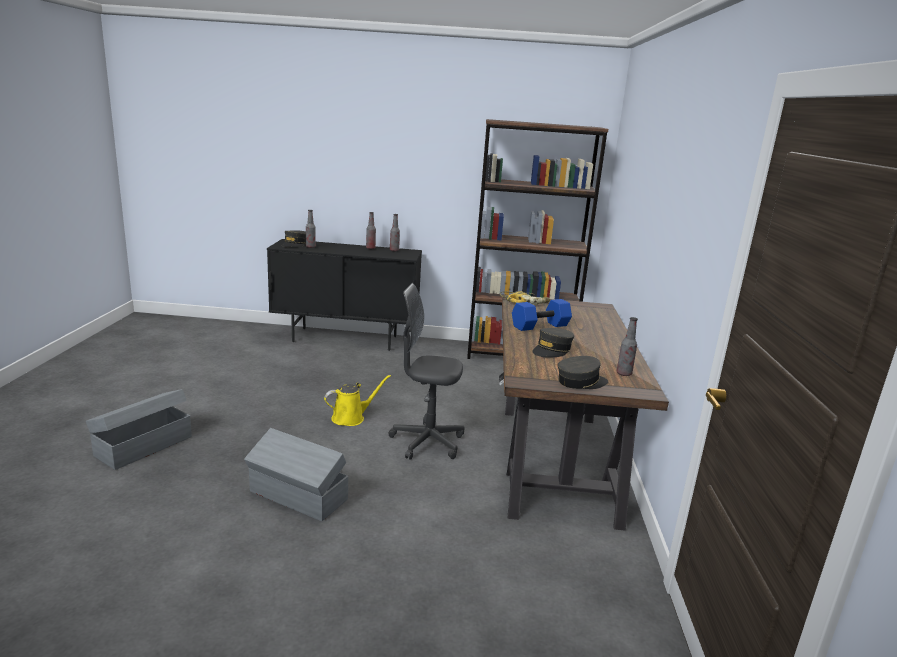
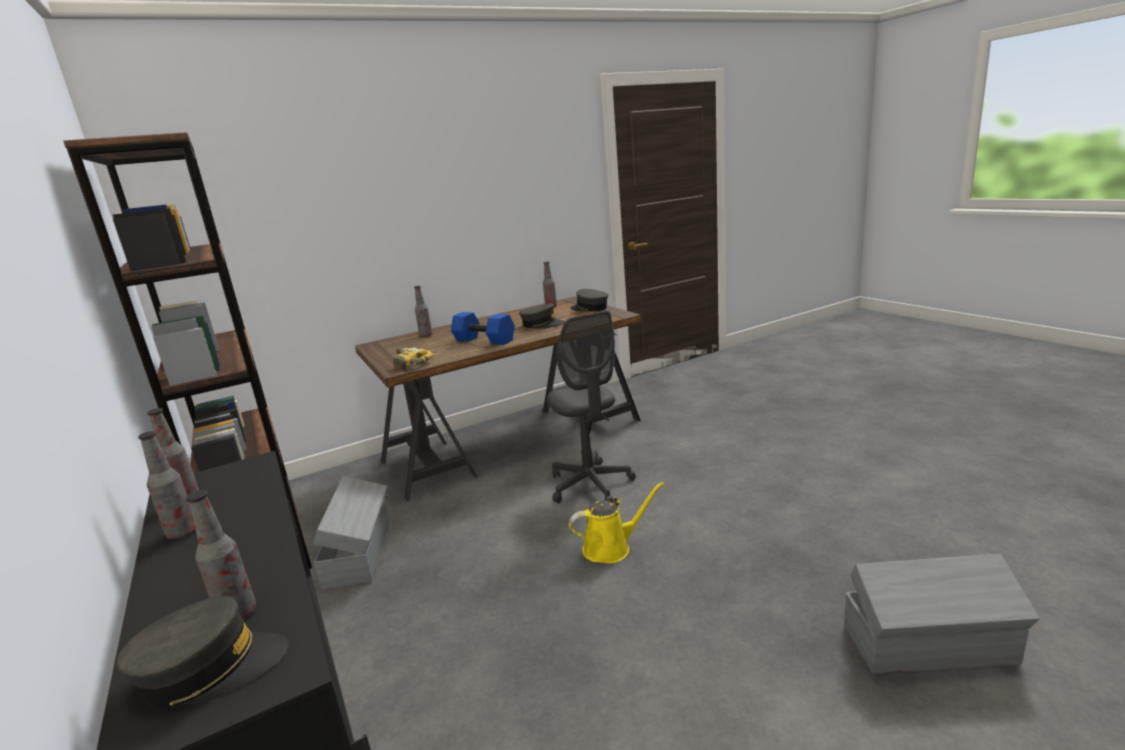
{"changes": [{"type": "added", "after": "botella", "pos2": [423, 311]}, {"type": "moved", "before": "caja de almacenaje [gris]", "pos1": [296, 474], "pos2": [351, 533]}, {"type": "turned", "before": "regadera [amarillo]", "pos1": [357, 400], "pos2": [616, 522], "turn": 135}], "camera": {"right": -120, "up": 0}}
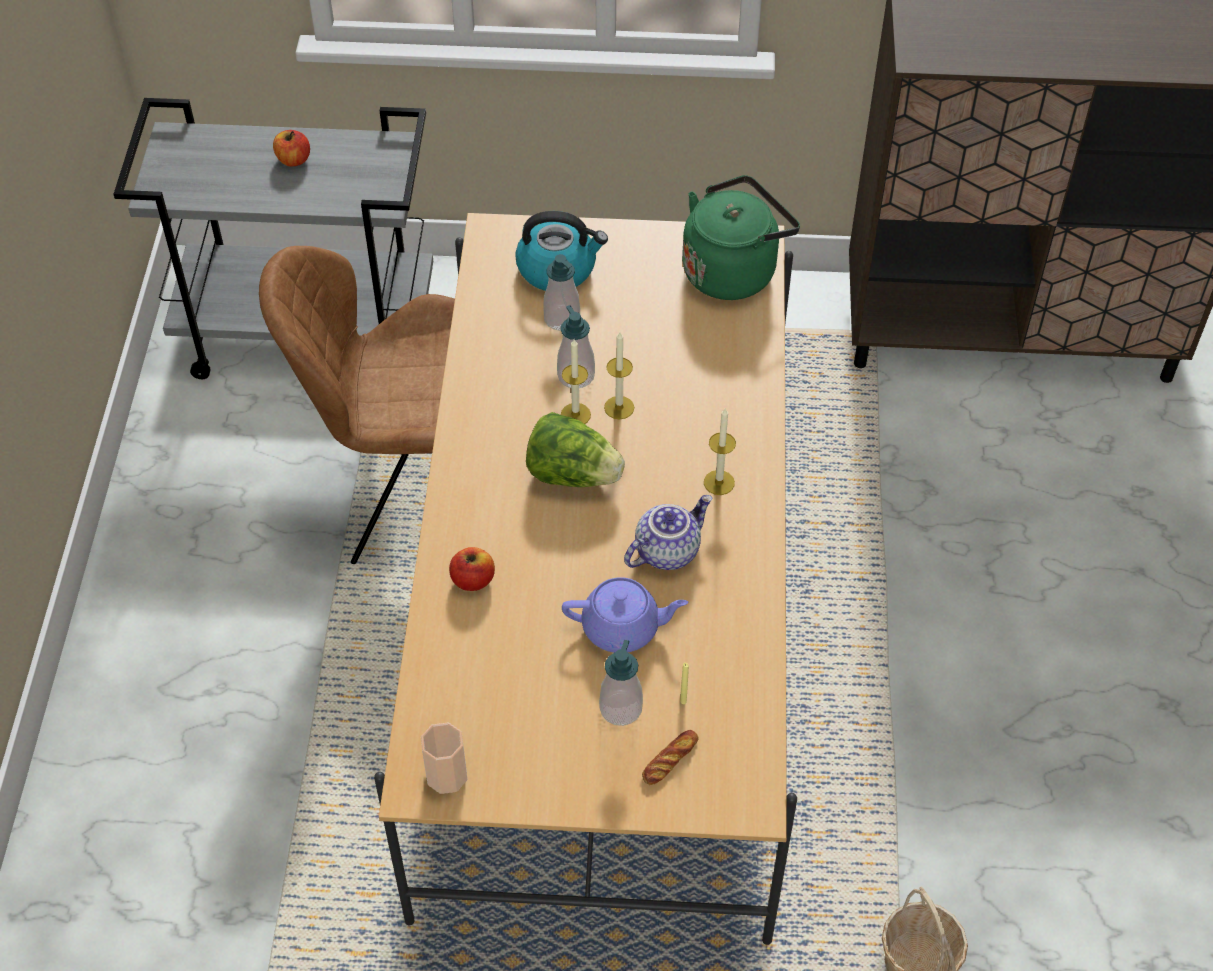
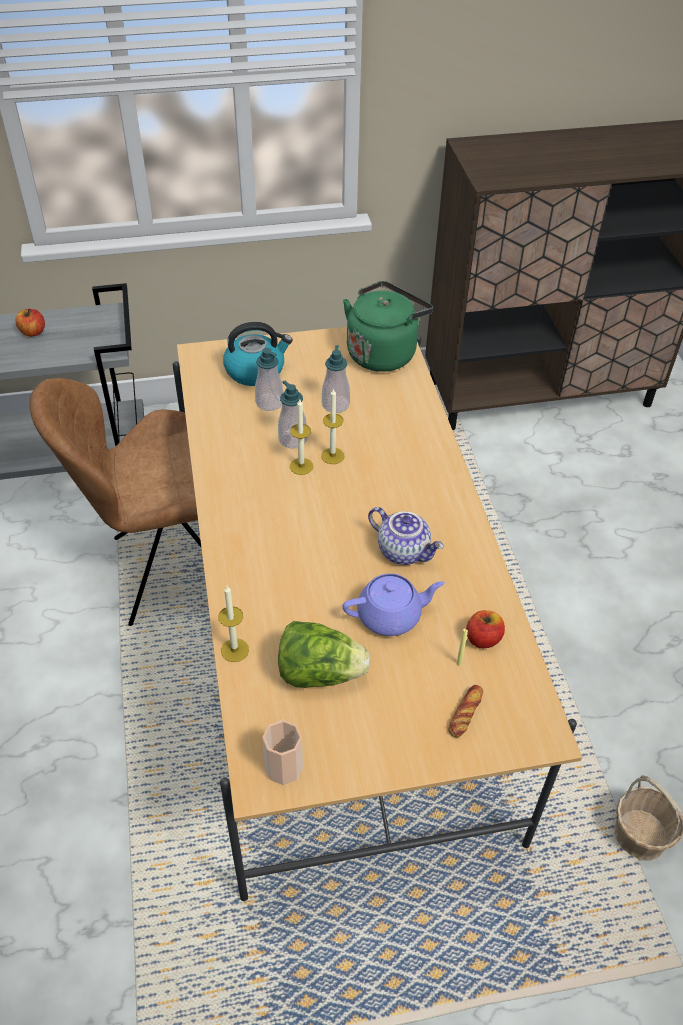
{"changes": [{"type": "moved", "before": "manzana", "pos1": [472, 569], "pos2": [485, 629]}, {"type": "moved", "before": "lechuga", "pos1": [575, 449], "pos2": [324, 654]}, {"type": "moved", "before": "dispensador de jabón", "pos1": [621, 683], "pos2": [336, 379]}, {"type": "moved", "before": "vela", "pos1": [720, 451], "pos2": [233, 624]}, {"type": "turned", "before": "tetera", "pos1": [668, 532], "pos2": [406, 536], "turn": 90}], "camera": {"right": -15, "up": -5}}
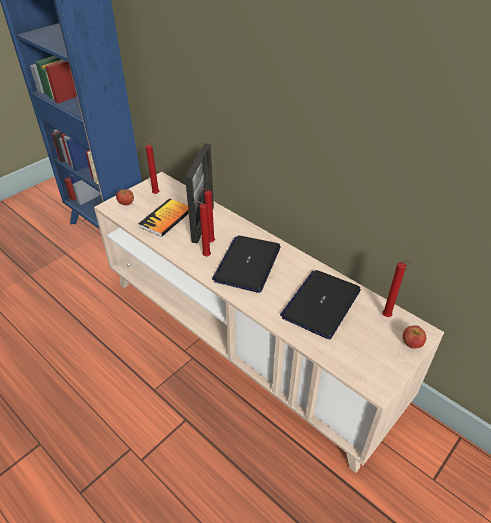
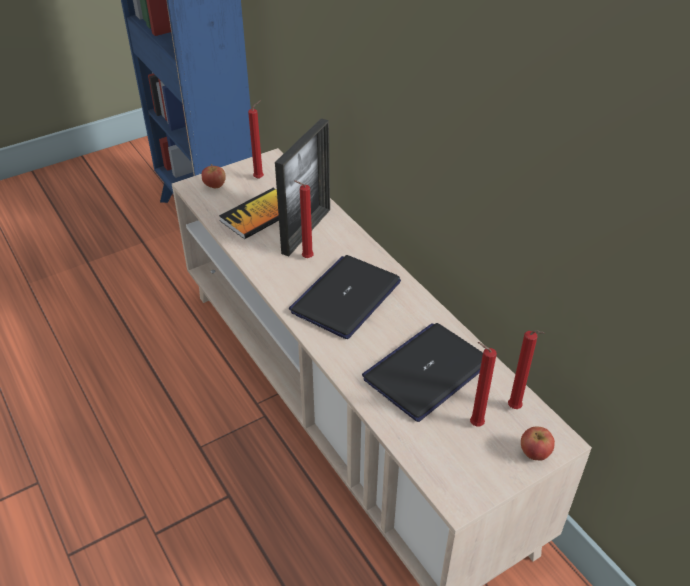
{"changes": [{"type": "moved", "before": "vela [rojo]", "pos1": [203, 228], "pos2": [483, 384]}], "camera": {"right": 15, "up": 0}}
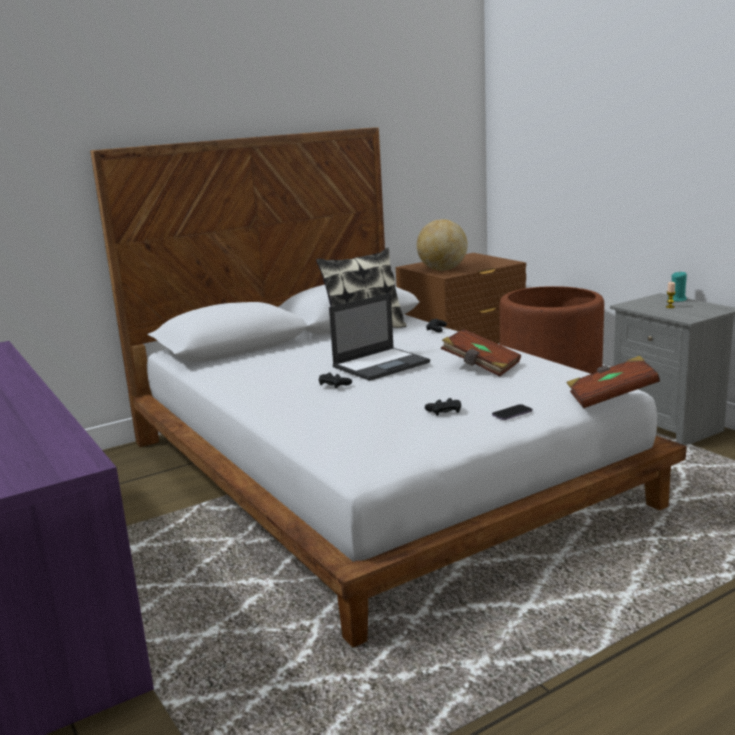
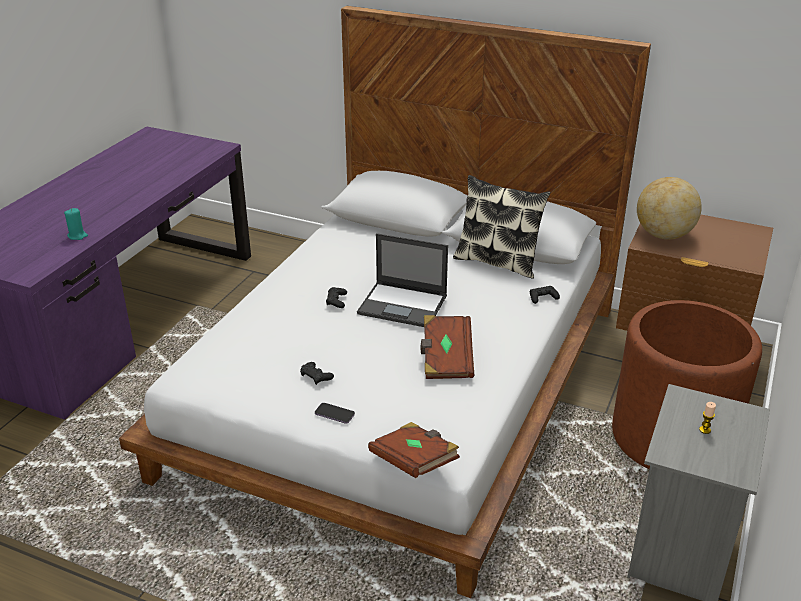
{"changes": [{"type": "moved", "before": "vela [turquesa]", "pos1": [677, 286], "pos2": [76, 224]}], "camera": {"right": 55, "up": 15}}
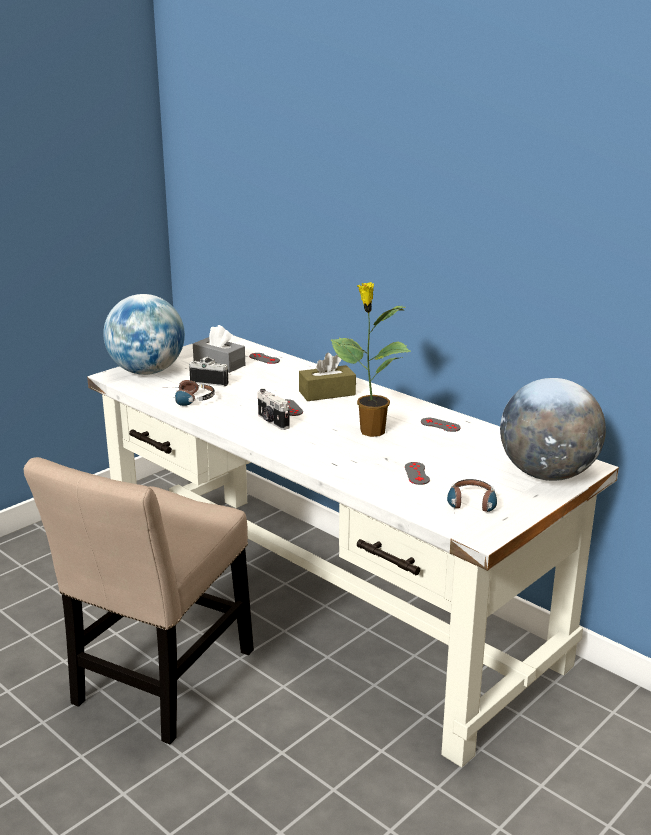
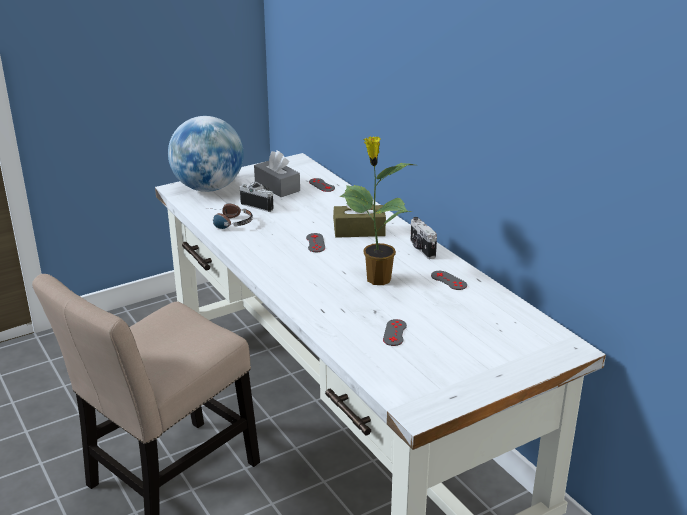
{"changes": [{"type": "removed", "before": "auriculares", "pos1": [472, 495]}, {"type": "removed", "before": "globo terráqueo", "pos1": [553, 429]}, {"type": "moved", "before": "cámara", "pos1": [274, 409], "pos2": [423, 238]}], "camera": {"right": 15, "up": 5}}
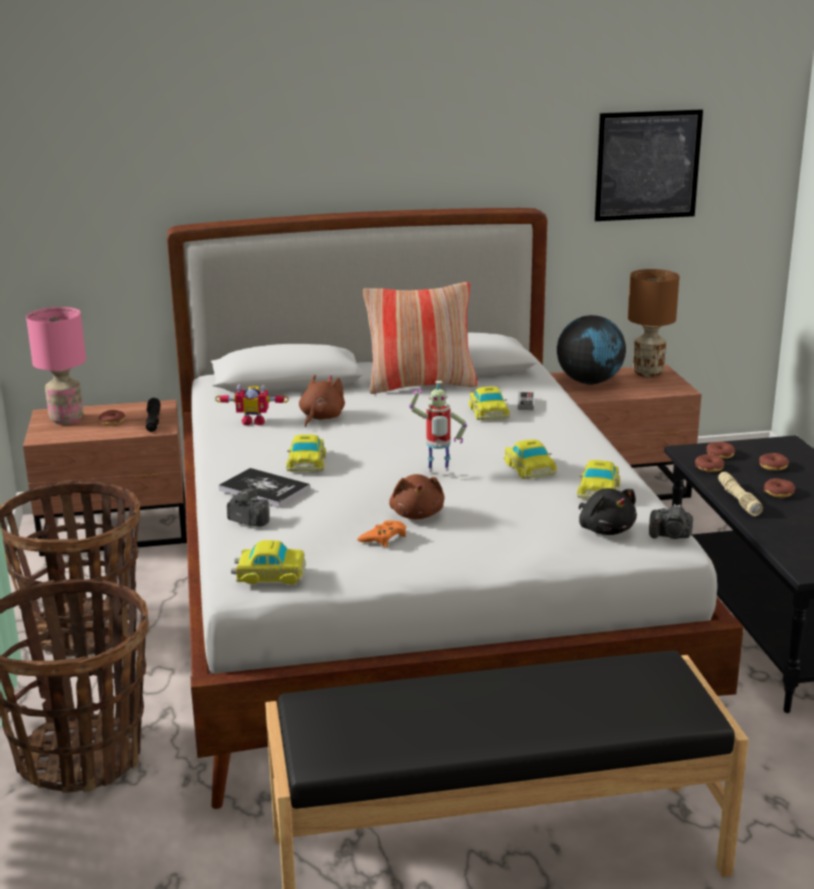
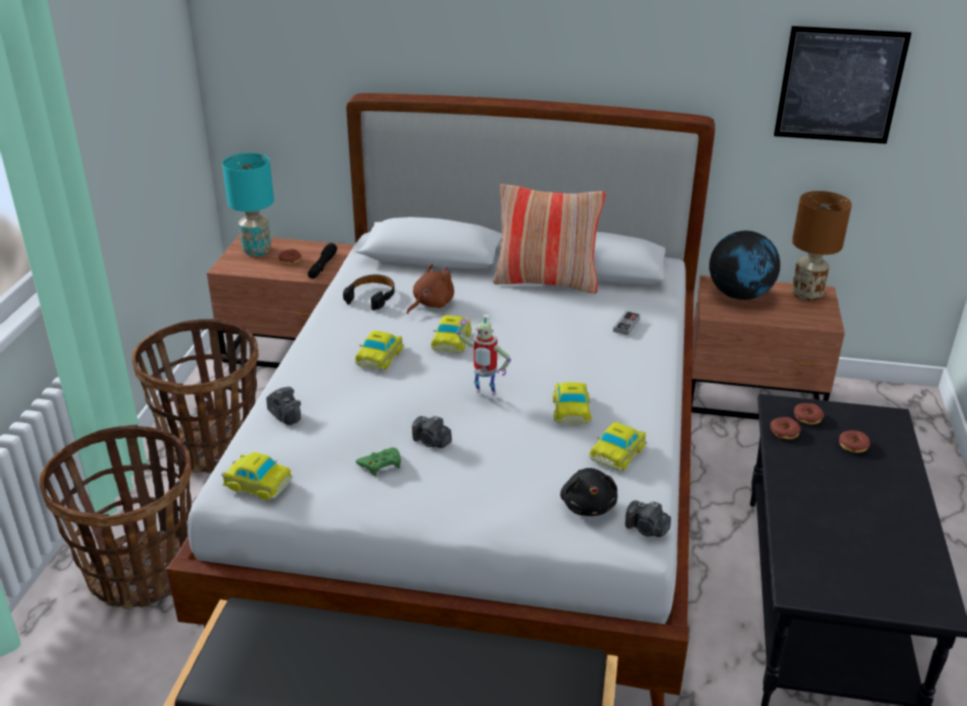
{"changes": [{"type": "removed", "before": "libro", "pos1": [264, 488]}, {"type": "removed", "before": "linterna [beis]", "pos1": [740, 494]}, {"type": "removed", "before": "rosquilla", "pos1": [779, 488]}, {"type": "moved", "before": "coche de juguete", "pos1": [489, 403], "pos2": [451, 334]}, {"type": "replaced", "before": "robot de juguete", "after": "auriculares [negro]", "pos1": [252, 404], "pos2": [369, 292]}, {"type": "replaced", "before": "peluche [marrón]", "after": "cámara", "pos1": [417, 497], "pos2": [432, 432]}, {"type": "recoloured", "before": "lámpara de mesa [rosa]", "after": "lámpara de mesa [turquesa]", "pos1": [56, 366], "pos2": [248, 204]}, {"type": "recoloured", "before": "mando de consola [naranja]", "after": "mando de consola [verde]", "pos1": [381, 533], "pos2": [378, 461]}], "camera": {"right": 20, "up": 10}}
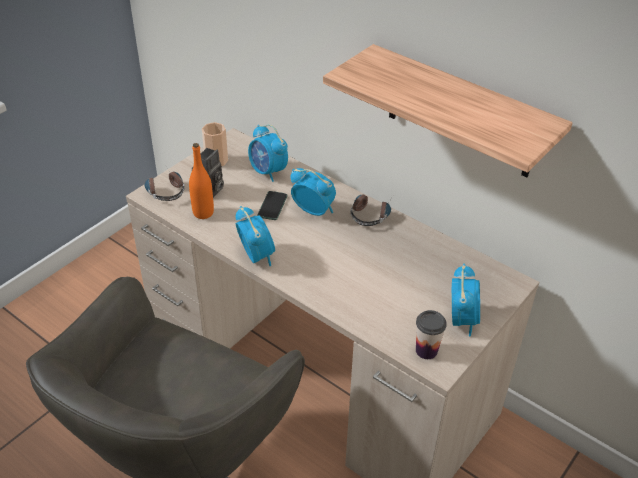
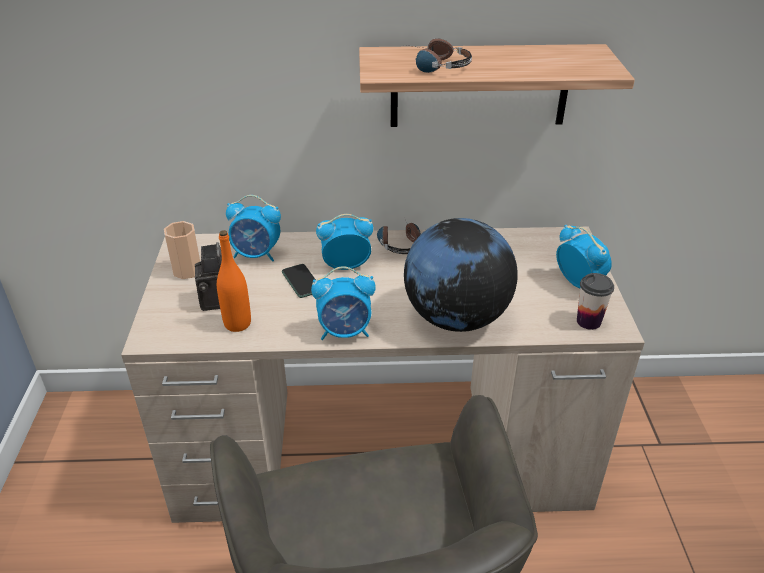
{"changes": [{"type": "added", "after": "globo terráqueo", "pos2": [461, 275]}, {"type": "moved", "before": "auriculares", "pos1": [164, 184], "pos2": [438, 55]}, {"type": "turned", "before": "despertador", "pos1": [255, 236], "pos2": [343, 303], "turn": 150}], "camera": {"right": -40, "up": -5}}
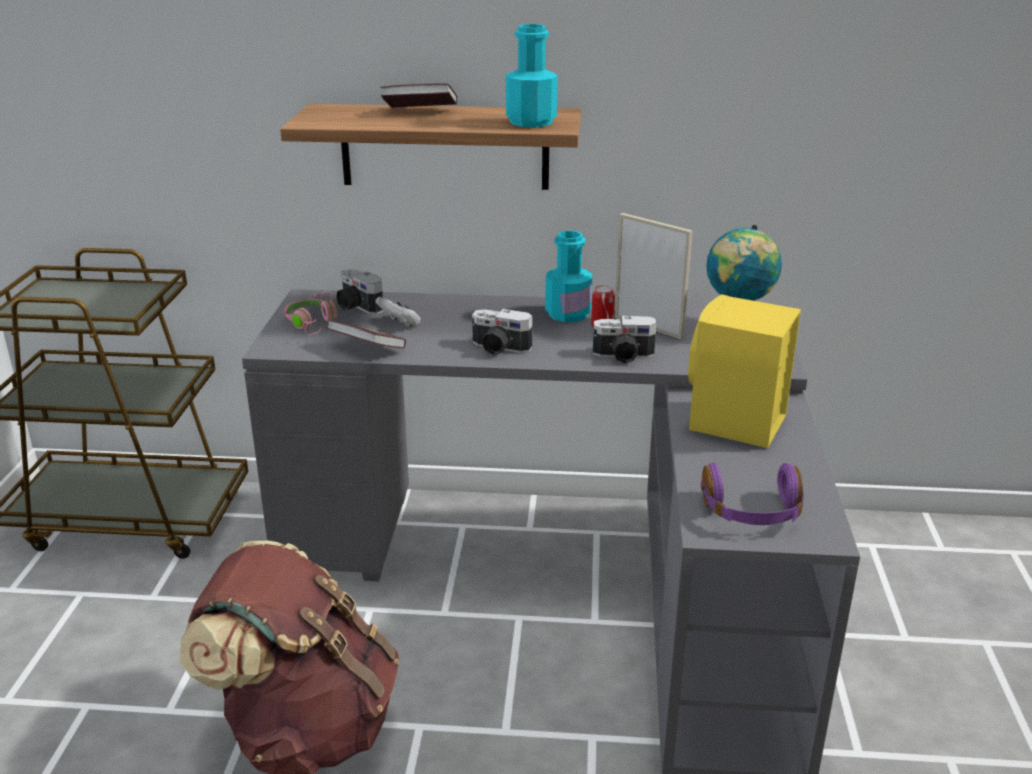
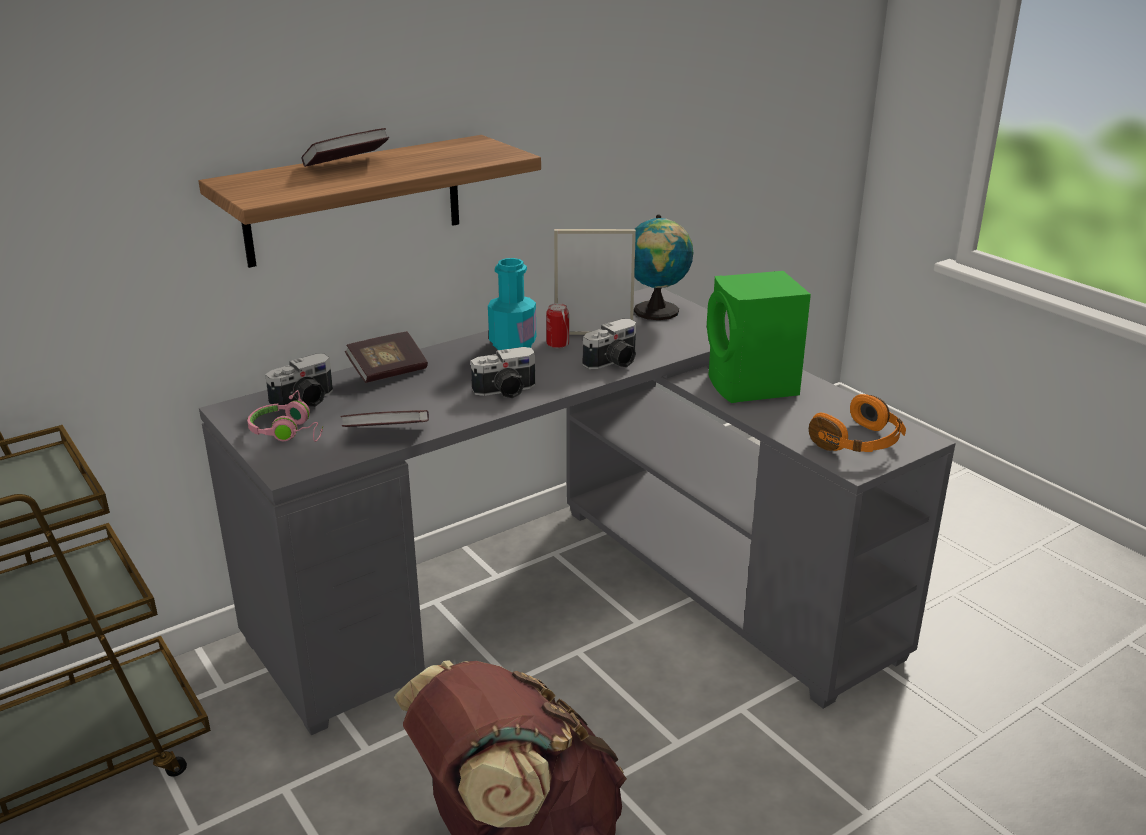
{"changes": [{"type": "removed", "before": "mando de consola [blanco]", "pos1": [398, 312]}, {"type": "removed", "before": "botella [turquesa]", "pos1": [532, 75]}, {"type": "added", "after": "libro", "pos2": [386, 357]}, {"type": "recoloured", "before": "altavoz [amarillo]", "after": "altavoz [verde]", "pos1": [744, 371], "pos2": [759, 337]}, {"type": "recoloured", "before": "auriculares [morado]", "after": "auriculares [naranja]", "pos1": [752, 493], "pos2": [857, 423]}, {"type": "turned", "before": "cámara", "pos1": [360, 291], "pos2": [299, 380], "turn": -45}], "camera": {"right": -40, "up": 0}}
